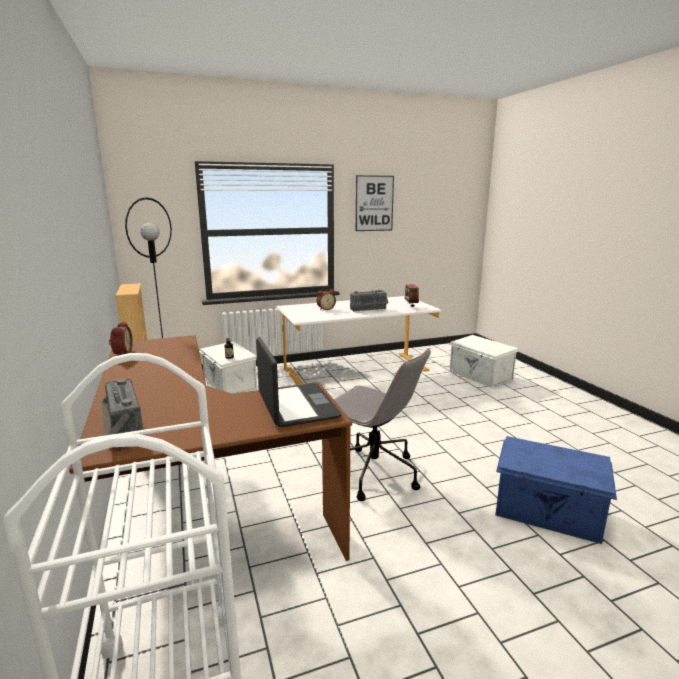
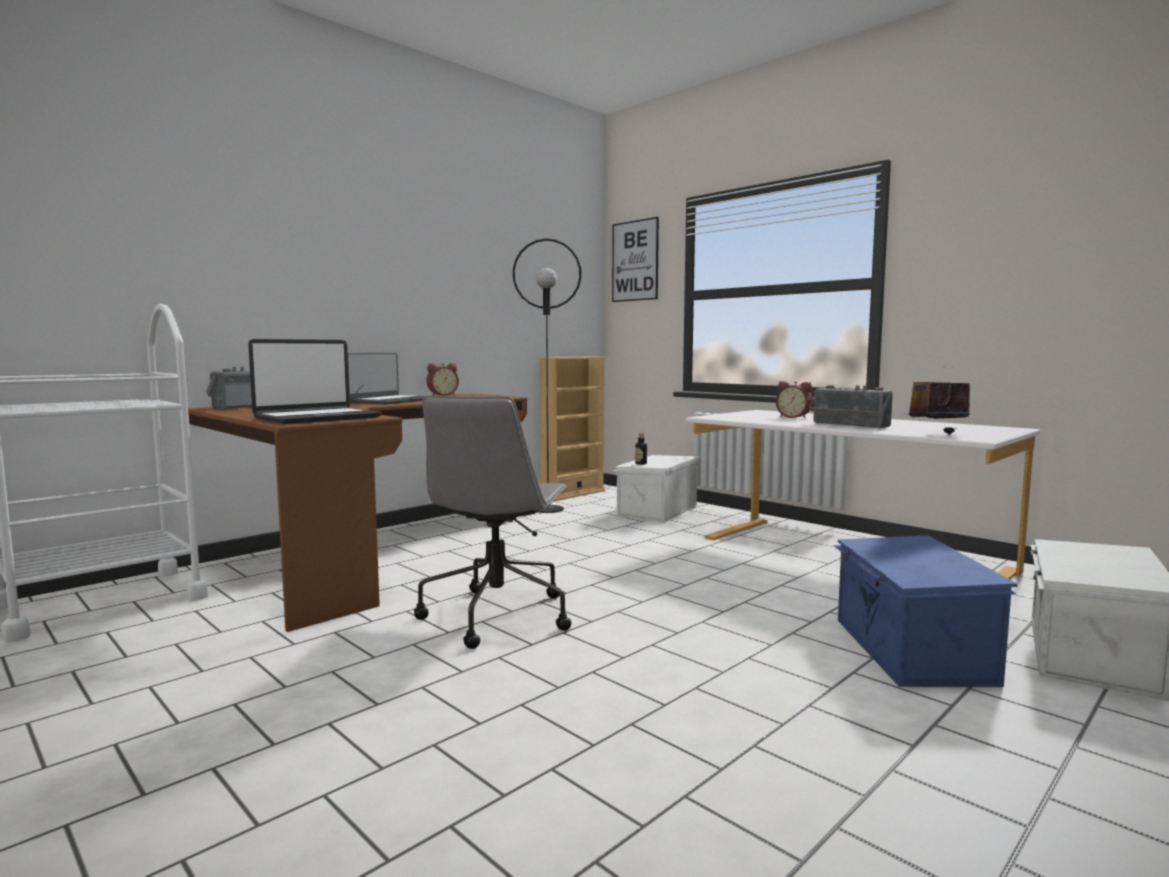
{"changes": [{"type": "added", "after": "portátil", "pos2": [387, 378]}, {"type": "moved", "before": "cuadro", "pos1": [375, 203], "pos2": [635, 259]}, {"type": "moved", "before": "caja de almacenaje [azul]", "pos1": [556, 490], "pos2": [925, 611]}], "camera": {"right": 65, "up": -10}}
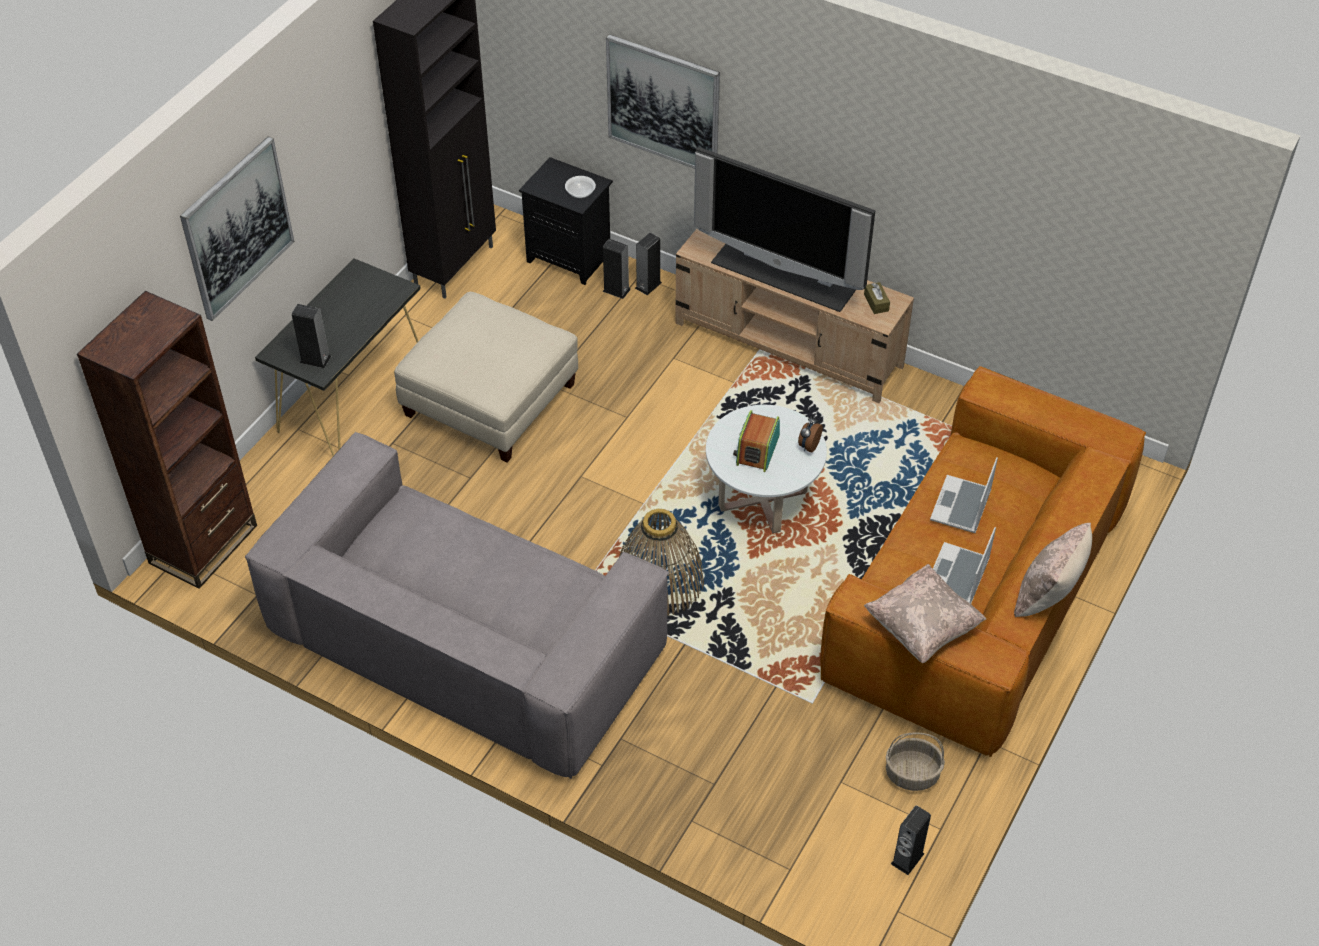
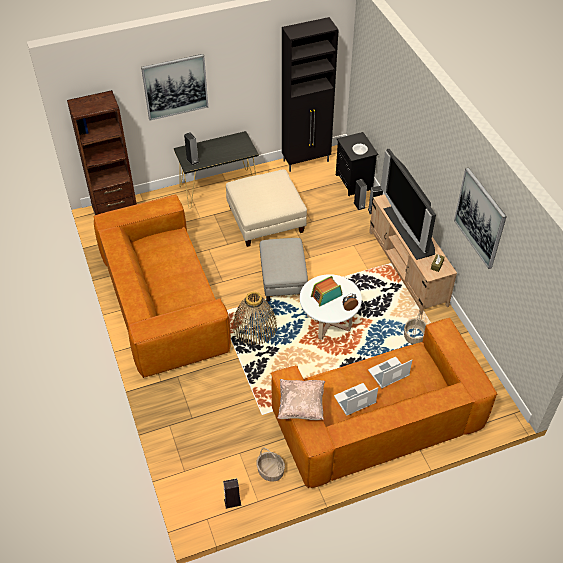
{"changes": [{"type": "removed", "before": "cojín [beis]", "pos1": [1053, 570]}, {"type": "added", "after": "puf [gris]", "pos2": [284, 270]}, {"type": "added", "after": "cesta", "pos2": [415, 328]}, {"type": "moved", "before": "cuadro", "pos1": [663, 101], "pos2": [480, 218]}, {"type": "recoloured", "before": "sofá [gris]", "after": "sofá [marrón]", "pos1": [457, 605], "pos2": [162, 286]}], "camera": {"right": 40, "up": 0}}
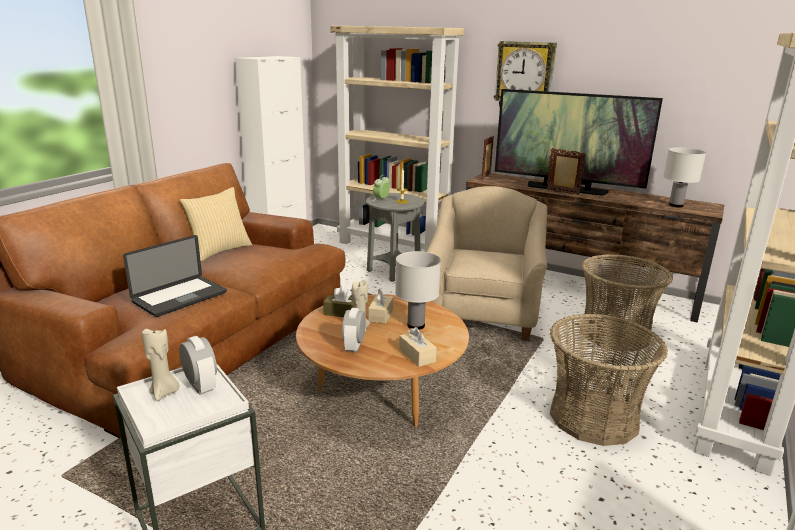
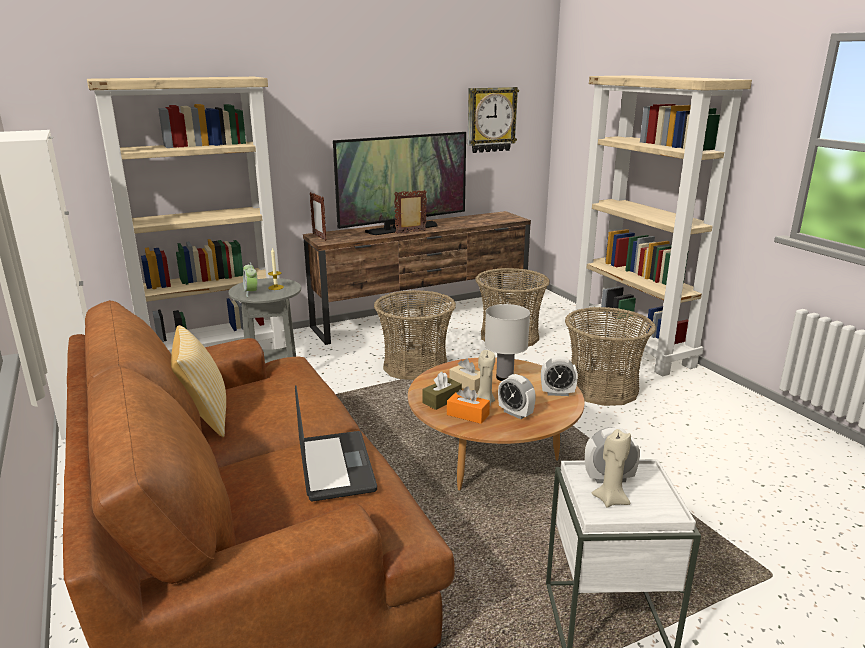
{"changes": [{"type": "removed", "before": "lámpara de mesa [blanco]", "pos1": [684, 178]}, {"type": "added", "after": "caja de pañuelos [naranja]", "pos2": [468, 405]}, {"type": "moved", "before": "reloj de pared", "pos1": [525, 74], "pos2": [493, 120]}, {"type": "replaced", "before": "caja de pañuelos [beis]", "after": "despertador", "pos1": [418, 347], "pos2": [559, 376]}, {"type": "replaced", "before": "sillón [beis]", "after": "cesta", "pos1": [487, 263], "pos2": [415, 335]}], "camera": {"right": -55, "up": 0}}
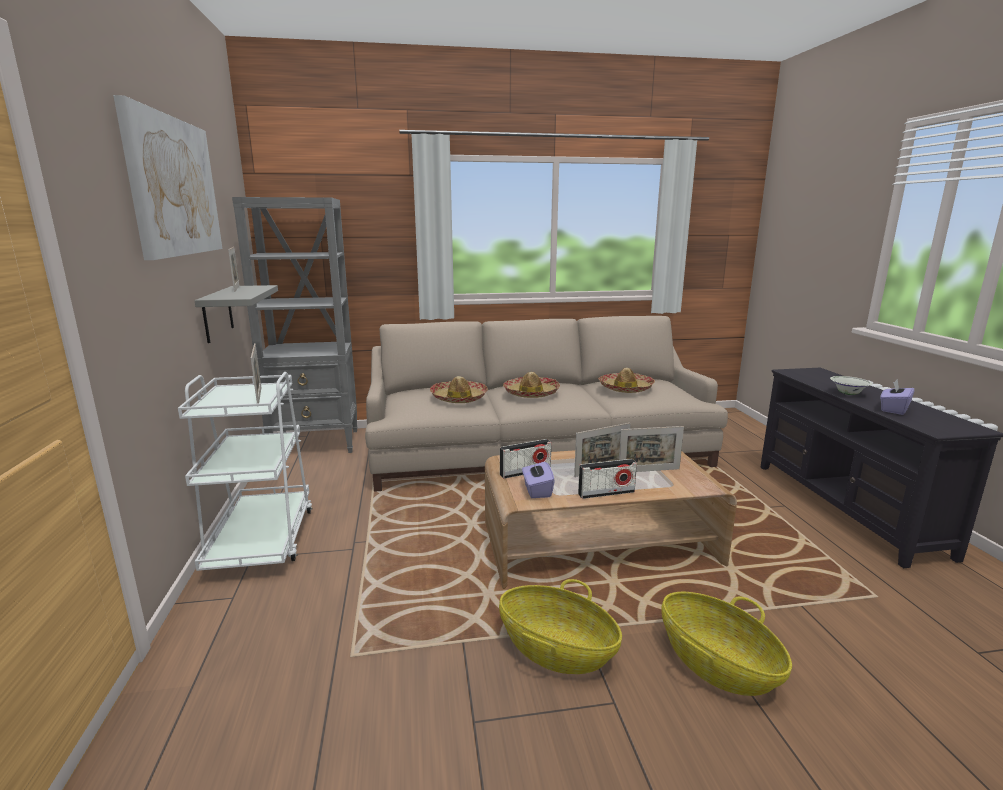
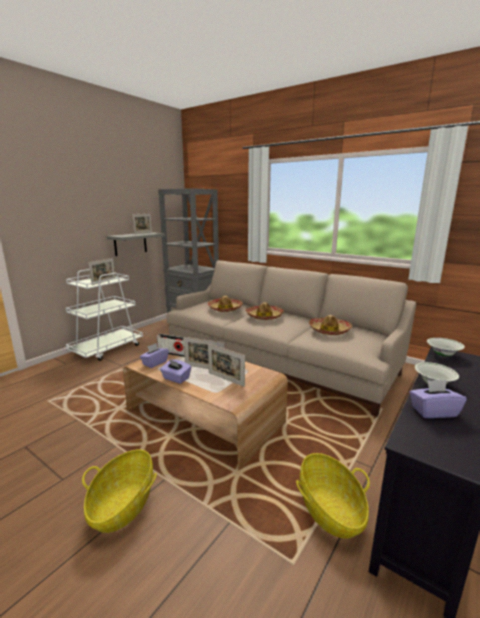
{"changes": [{"type": "removed", "before": "cuadro", "pos1": [168, 177]}, {"type": "added", "after": "cuenco [blanco]", "pos2": [446, 347]}, {"type": "moved", "before": "cesta", "pos1": [560, 626], "pos2": [333, 495]}, {"type": "replaced", "before": "radio", "after": "caja de pañuelos [morado]", "pos1": [607, 479], "pos2": [175, 371]}], "camera": {"right": 45, "up": 0}}
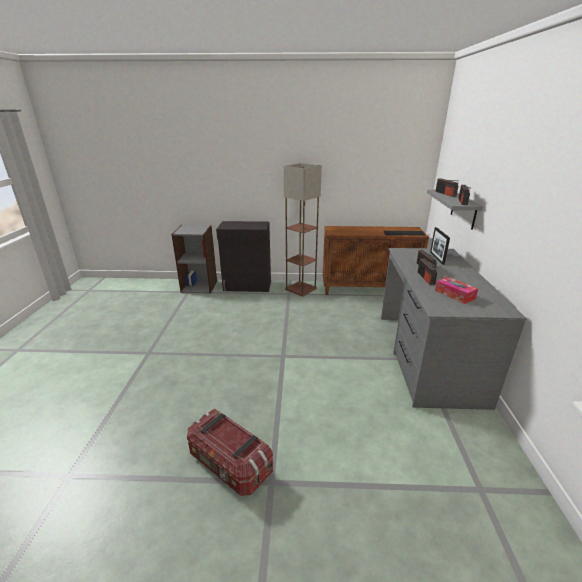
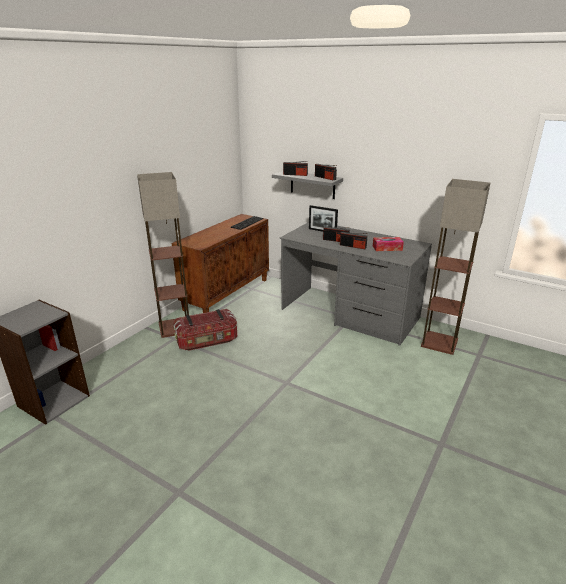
{"changes": [{"type": "removed", "before": "armario [negro]", "pos1": [243, 256]}, {"type": "added", "after": "lámpara de pie", "pos2": [455, 267]}, {"type": "moved", "before": "caja de almacenaje", "pos1": [230, 452], "pos2": [205, 330]}], "camera": {"right": -60, "up": 0}}
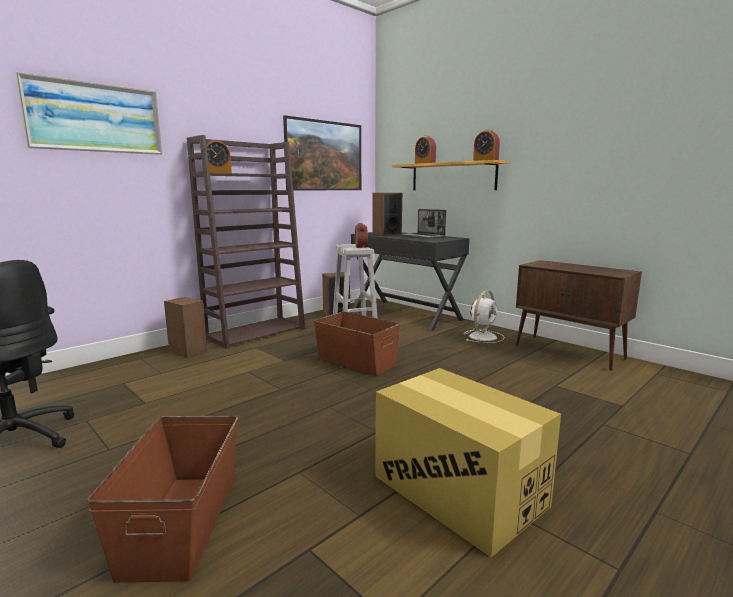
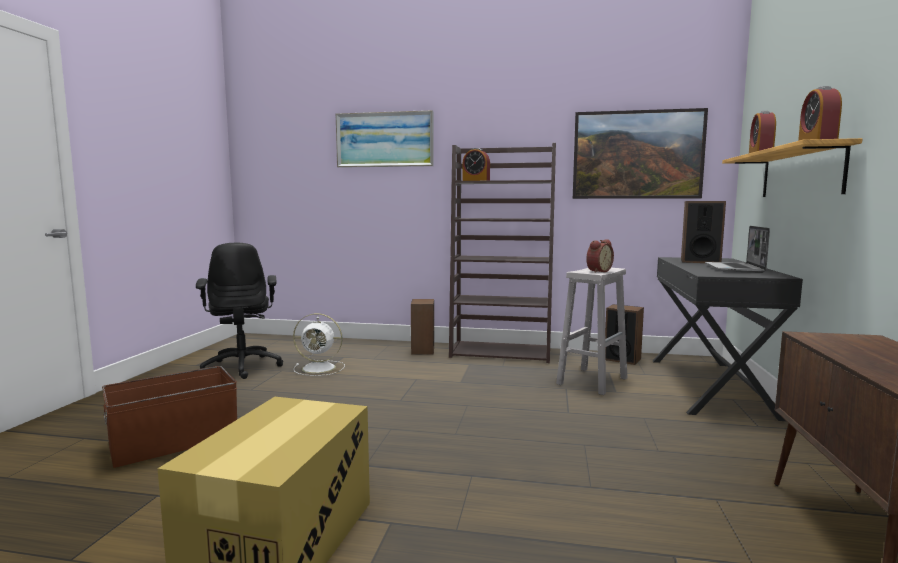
{"changes": [{"type": "removed", "before": "caja de almacenaje [marrón]", "pos1": [357, 343]}, {"type": "moved", "before": "ventilador [blanco]", "pos1": [484, 316], "pos2": [319, 344]}], "camera": {"right": 55, "up": -5}}
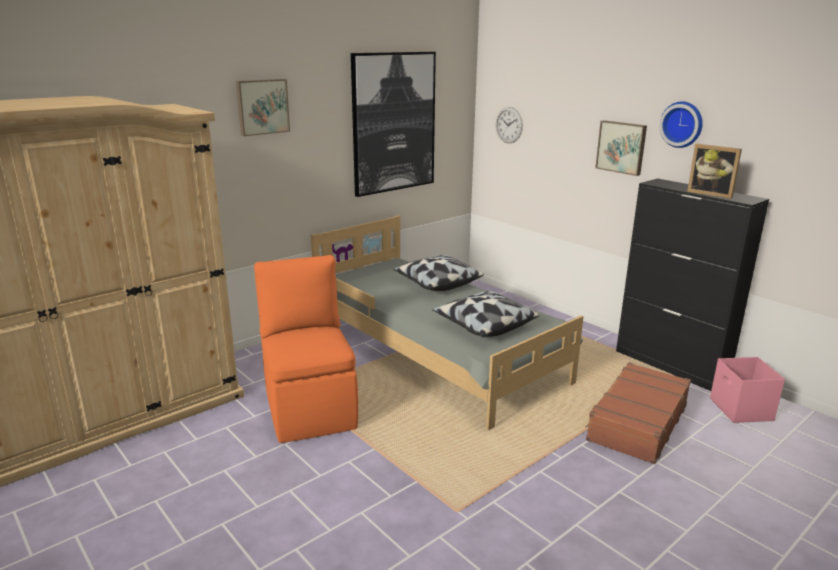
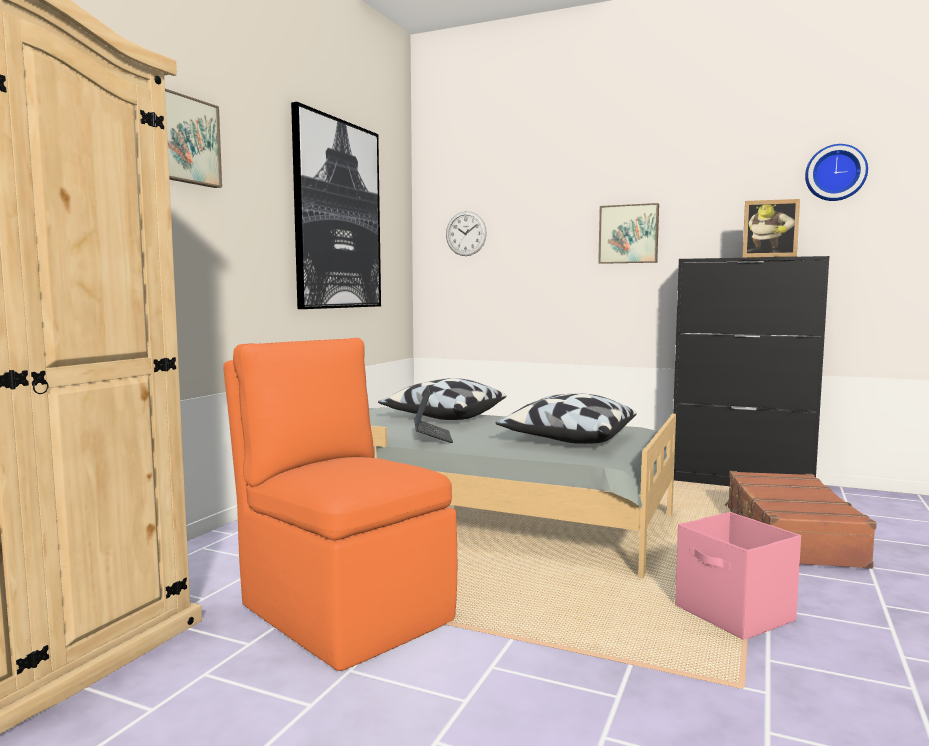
{"changes": [{"type": "added", "after": "portátil", "pos2": [433, 414]}, {"type": "moved", "before": "reloj de pared", "pos1": [681, 125], "pos2": [836, 172]}, {"type": "moved", "before": "caja de almacenaje [rosa]", "pos1": [747, 390], "pos2": [738, 575]}], "camera": {"right": -25, "up": -15}}
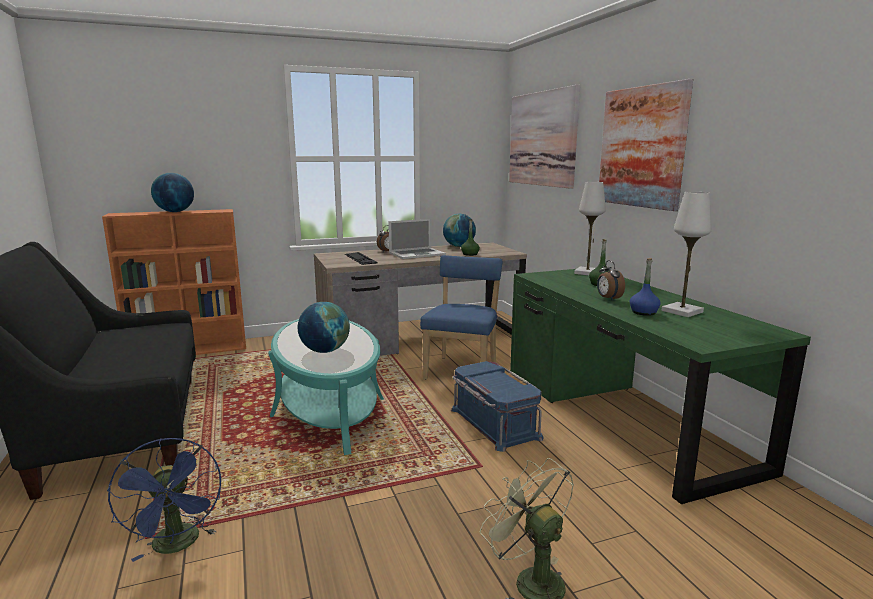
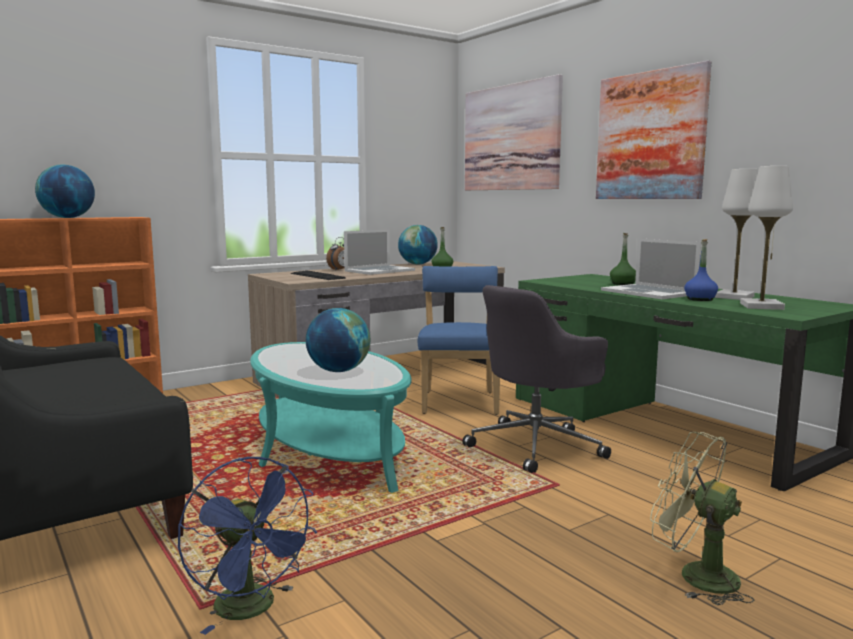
{"changes": [{"type": "moved", "before": "lámpara de mesa [blanco]", "pos1": [590, 228], "pos2": [766, 238]}, {"type": "replaced", "before": "caja de almacenaje [azul]", "after": "silla de oficina [gris]", "pos1": [497, 406], "pos2": [537, 379]}, {"type": "replaced", "before": "despertador", "after": "portátil", "pos1": [611, 280], "pos2": [651, 268]}], "camera": {"right": -15, "up": -5}}
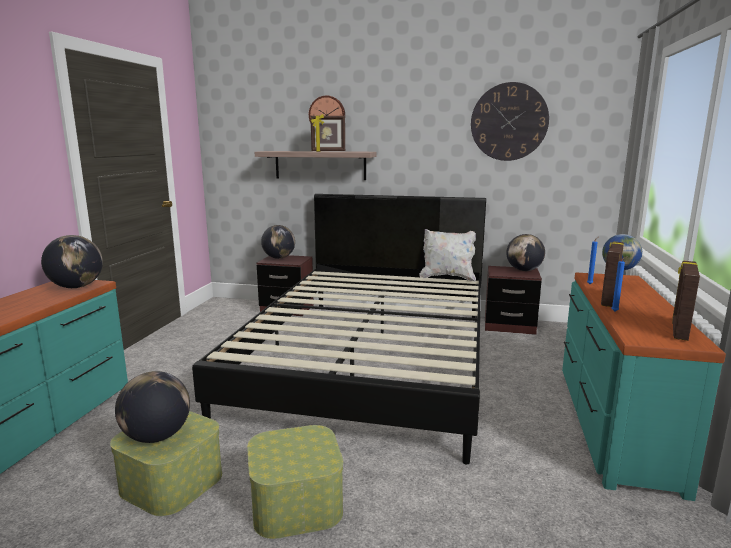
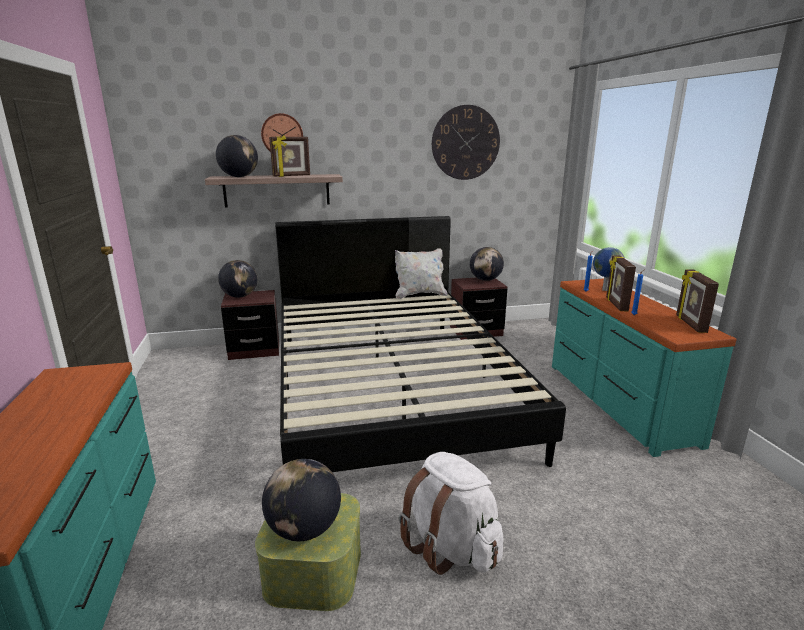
{"changes": [{"type": "moved", "before": "globo terráqueo", "pos1": [72, 261], "pos2": [237, 156]}, {"type": "replaced", "before": "caja de almacenaje", "after": "mochila [blanco]", "pos1": [295, 482], "pos2": [451, 513]}], "camera": {"right": -25, "up": 5}}
